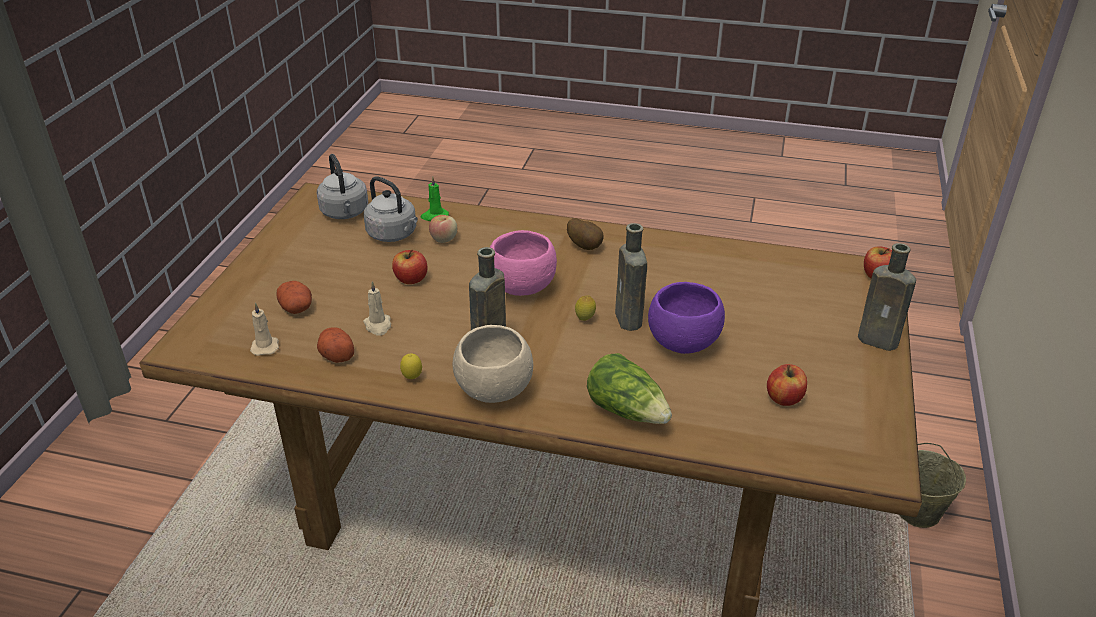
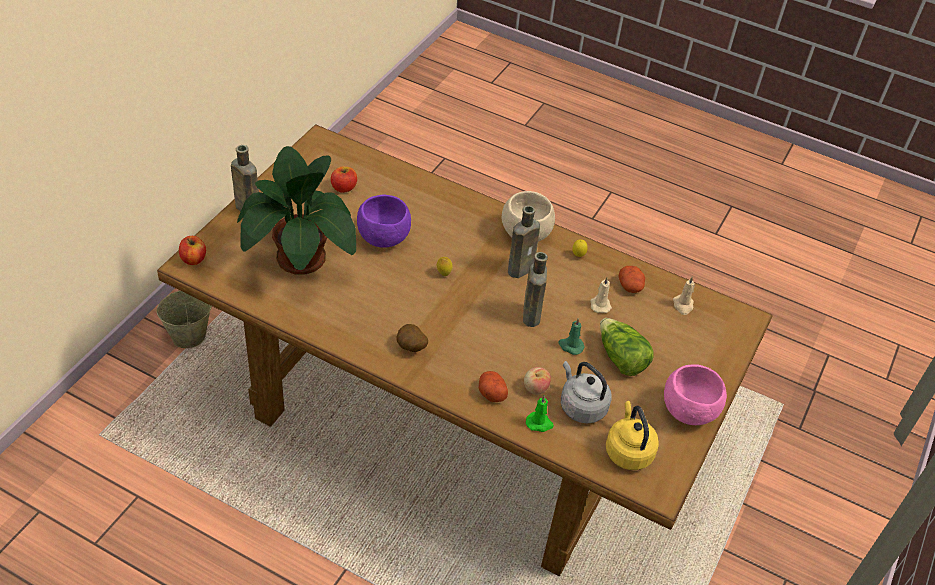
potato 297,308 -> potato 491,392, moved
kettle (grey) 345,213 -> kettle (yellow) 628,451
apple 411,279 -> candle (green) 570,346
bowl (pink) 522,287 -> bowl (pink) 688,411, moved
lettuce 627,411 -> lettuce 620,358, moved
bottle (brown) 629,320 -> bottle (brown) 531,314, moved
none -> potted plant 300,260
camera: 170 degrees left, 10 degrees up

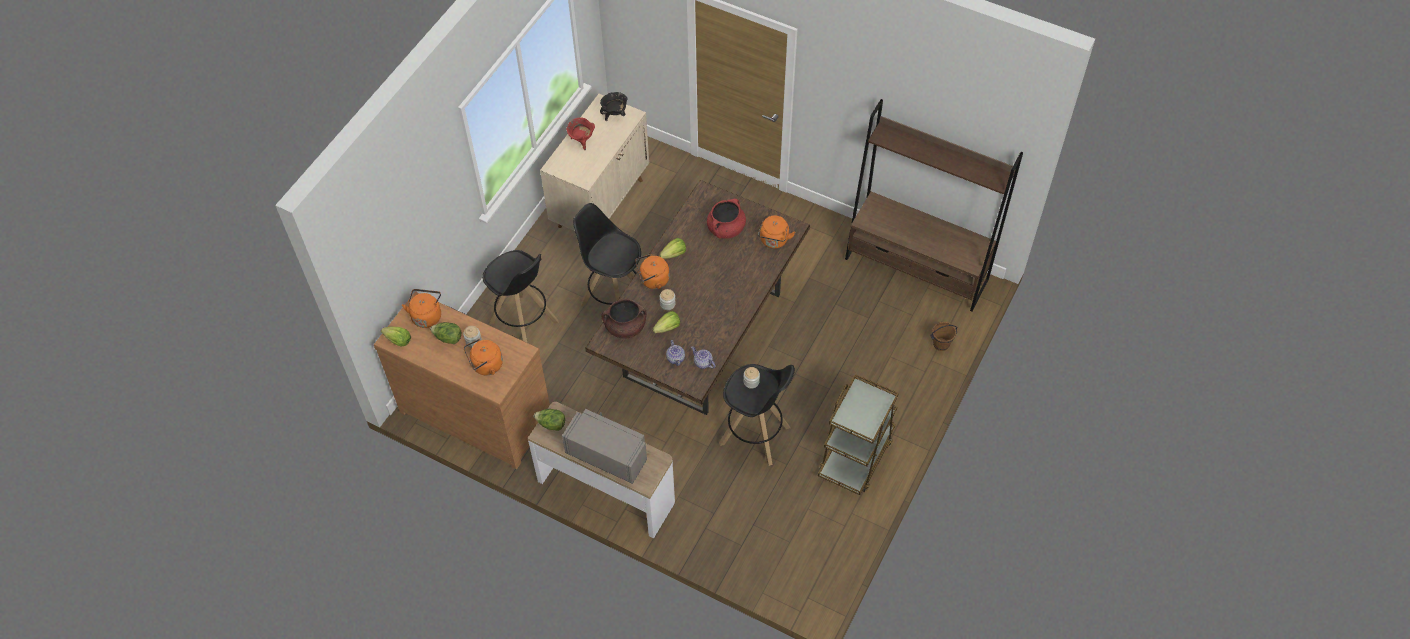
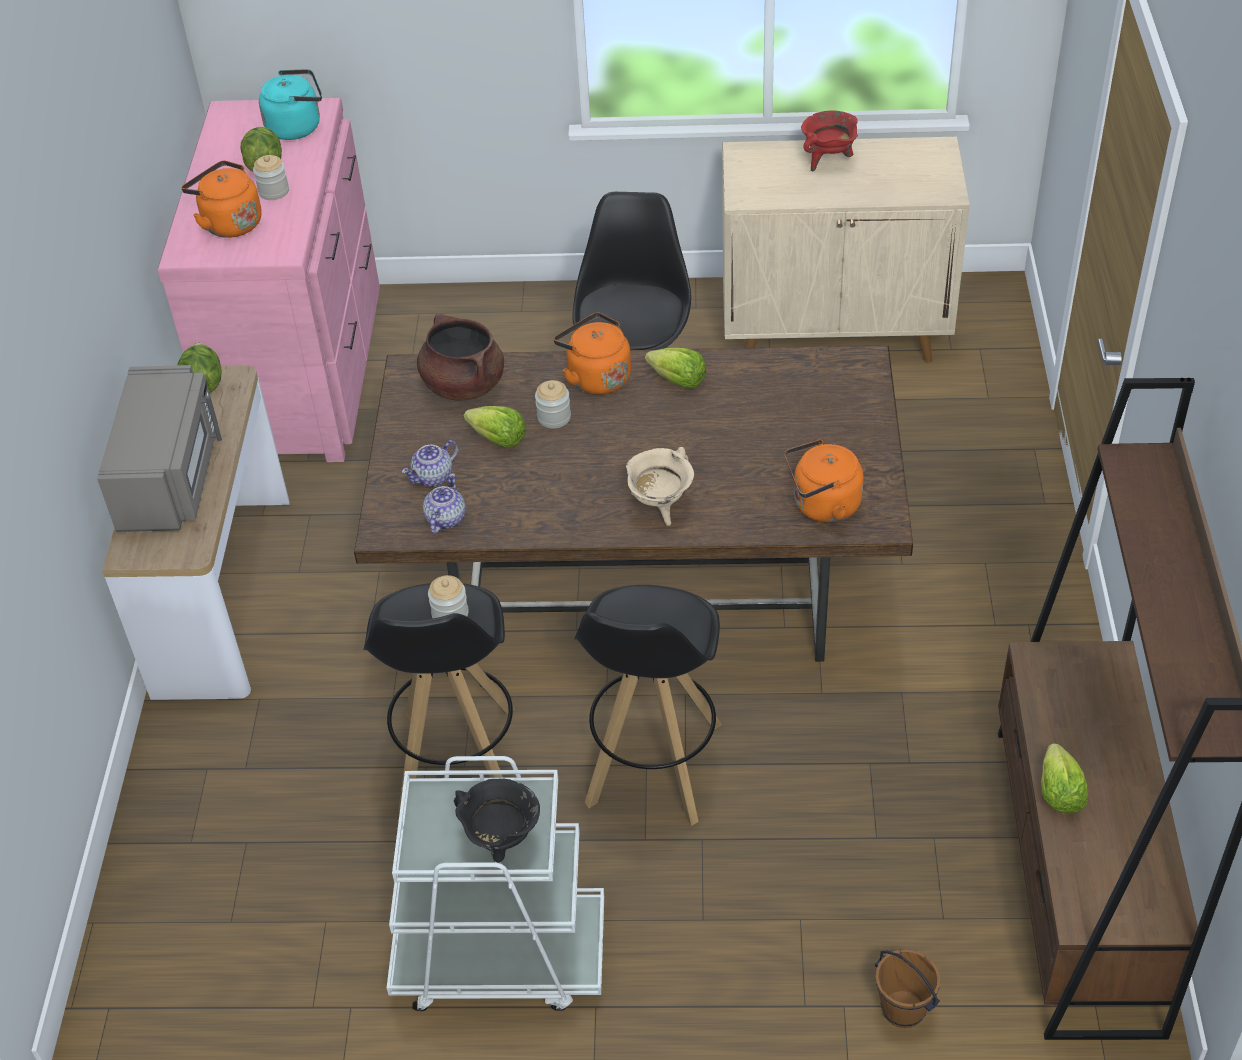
dresser (brown) 477,412 -> dresser (pink) 304,372
lettuce 398,340 -> lettuce 1059,793, moved
kettle (orange) 427,315 -> kettle (turquoise) 297,127
stool (black) 524,323 -> stool (black) 653,765, moved
cooking pot (black) 615,115 -> cooking pot (black) 501,842, moved
cooking pot (red) 726,229 -> none
cart (brown) 855,456 -> cart (white) 499,957
none -> cooking pot (beige) 660,506
camera: 65 degrees right, 10 degrees down

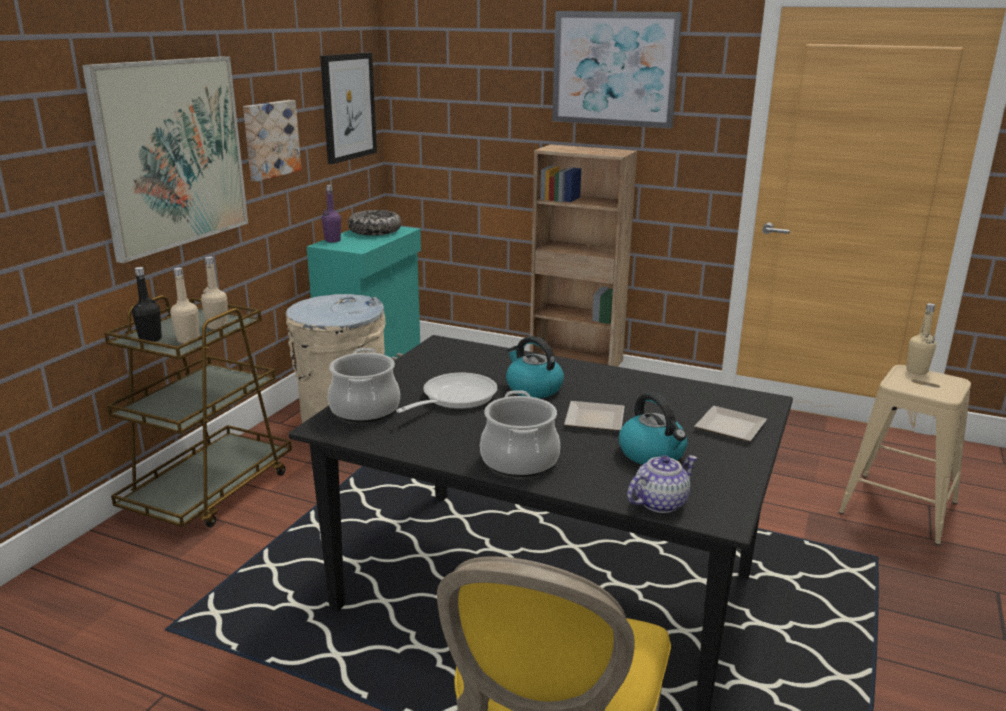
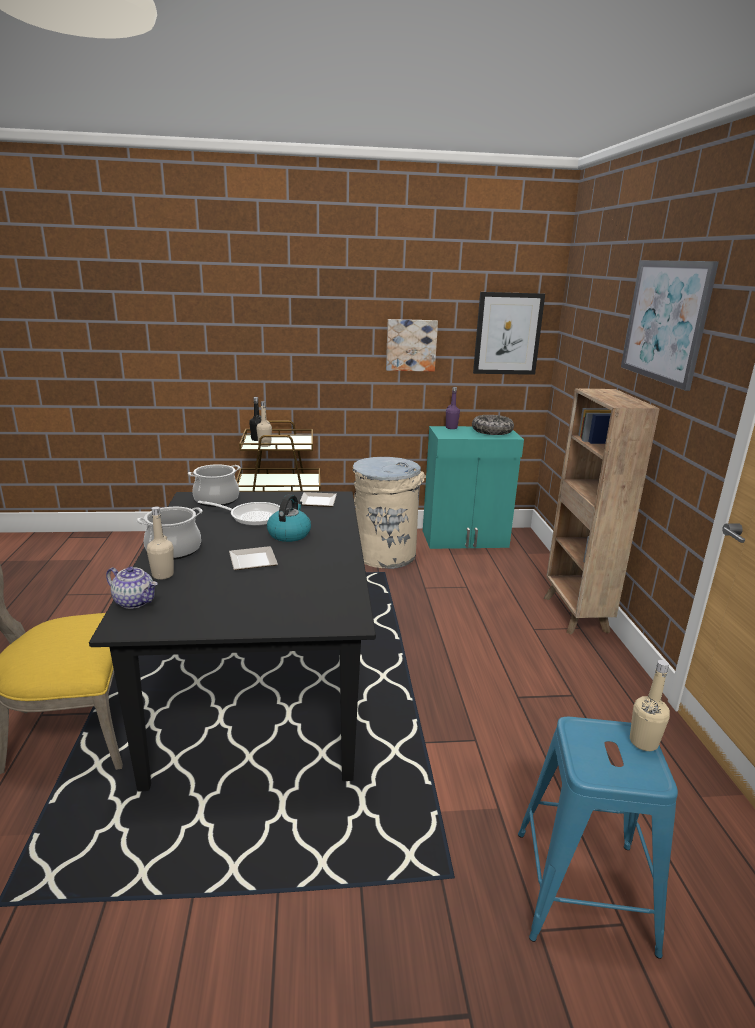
picture 172,154 -> none
bottle (beige) 217,326 -> bottle (beige) 163,575, moved
kettle 653,454 -> none
plate 727,427 -> plate 317,501, moved
stool (beige) 899,507 -> stool (blue) 584,890
camera: 60 degrees right, 0 degrees up

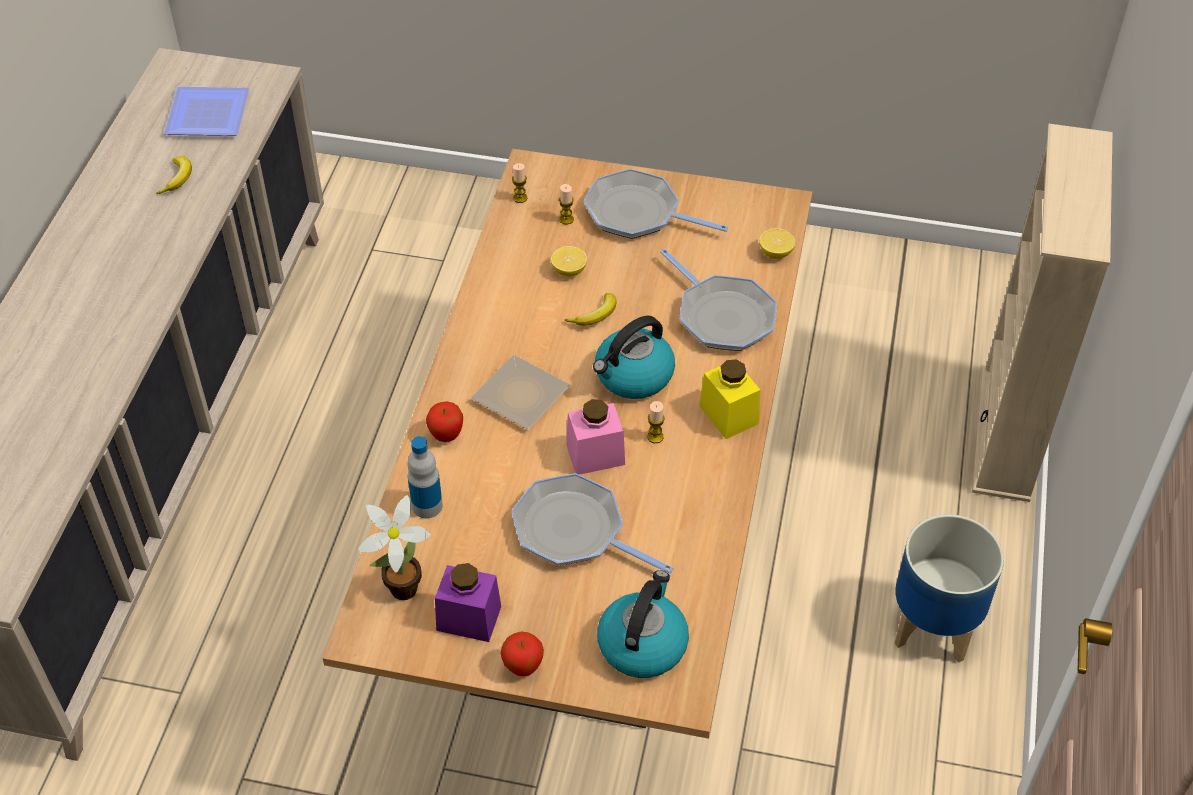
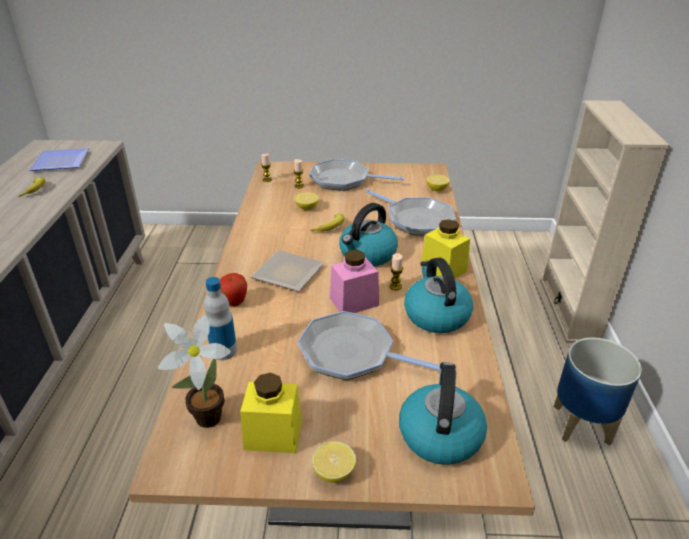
jar (purple) 469,618 -> jar (yellow) 273,434
apple 523,667 -> lemon 334,472
none -> kettle 435,315
camera: 10 degrees left, 15 degrees down

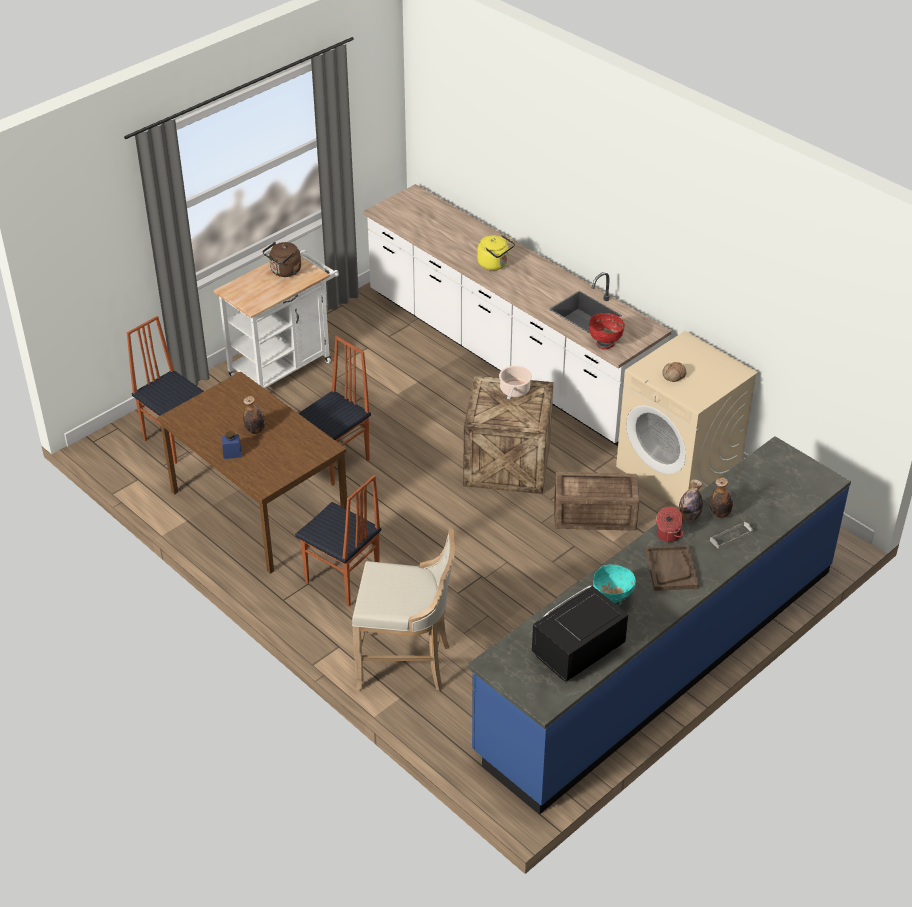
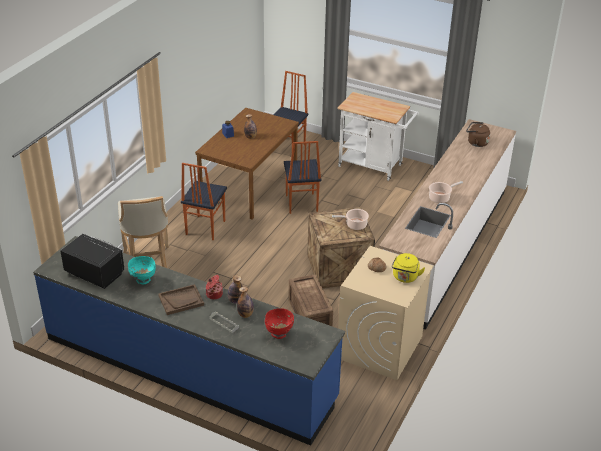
kettle (brown) 284,272 -> kettle (brown) 476,143, moved
chair 336,462 -> chair 301,203, 60 degrees clockwise
kettle (yellow) 495,264 -> kettle (yellow) 405,278, moved
bowl (red) 605,344 -> bowl (red) 279,334, moved
none -> cooking pot 440,198
camera: 70 degrees right, 5 degrees down

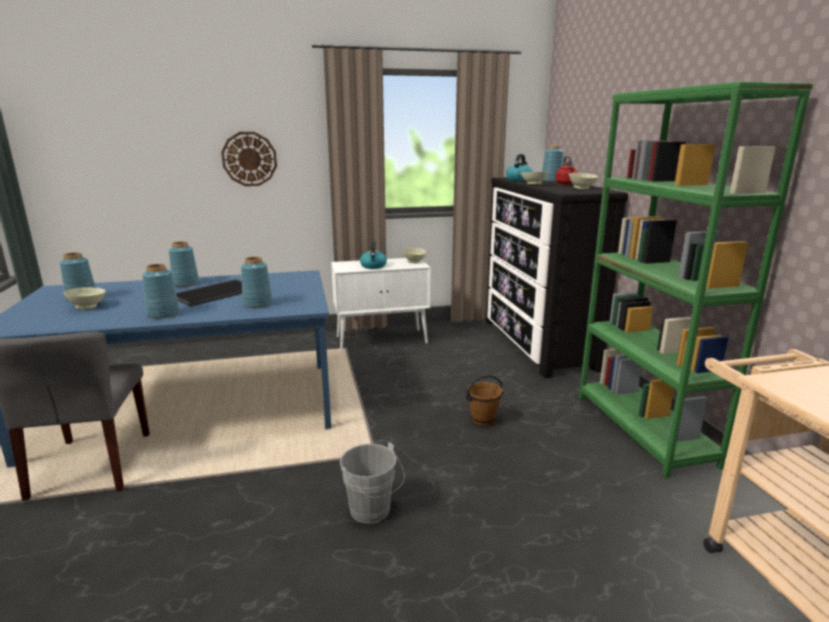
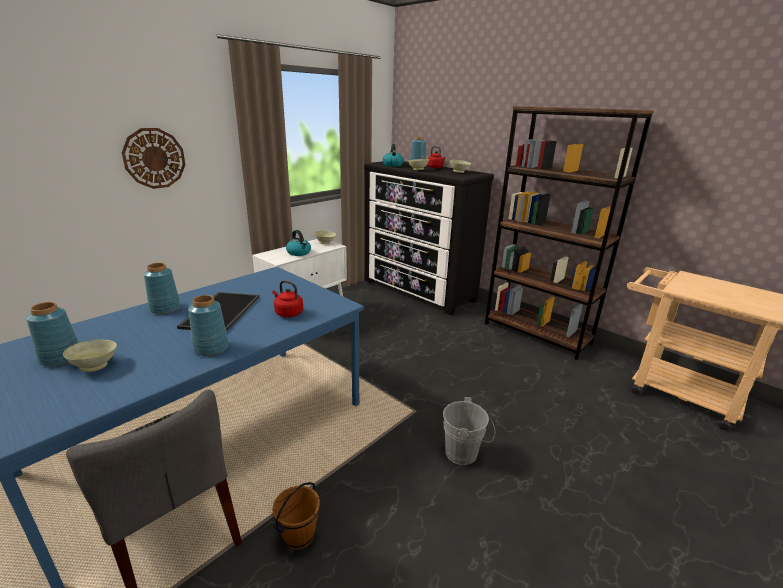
vase (blue) 257,304 -> kettle (red) 288,313
bucket (brown) 483,420 -> bucket (brown) 298,535, moved
bookcase (green) 643,429 -> bookcase (brown) 537,333
camera: 35 degrees left, 5 degrees up

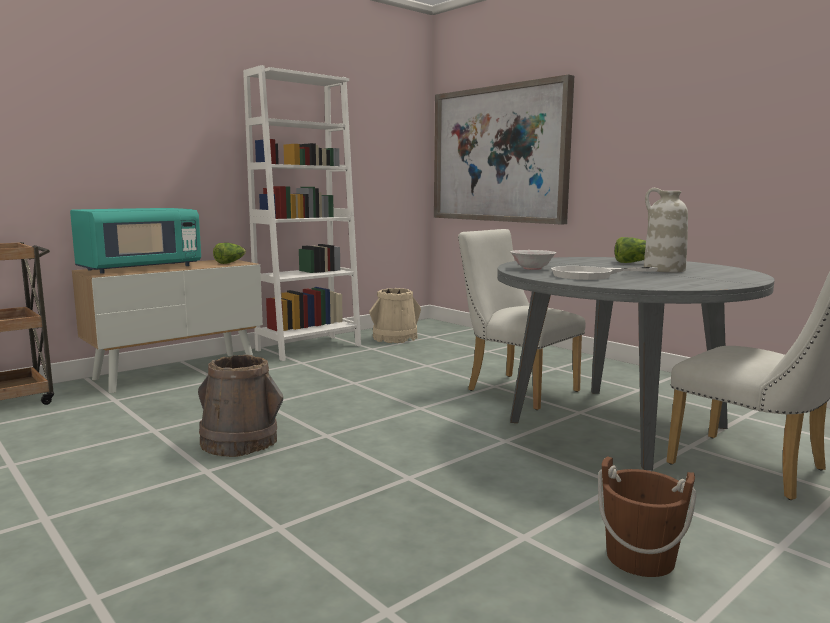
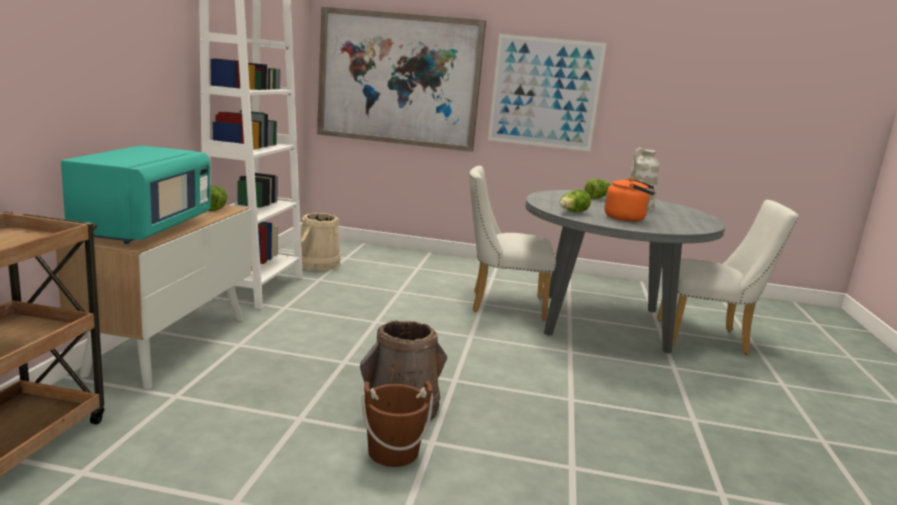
bowl (white) 532,268 -> lettuce 572,212
frying pan (white) 592,275 -> kettle (orange) 627,218
bucket (brown) 640,558 -> bucket (brown) 393,452, moved
none -> picture 545,93
camera: 40 degrees left, 5 degrees up

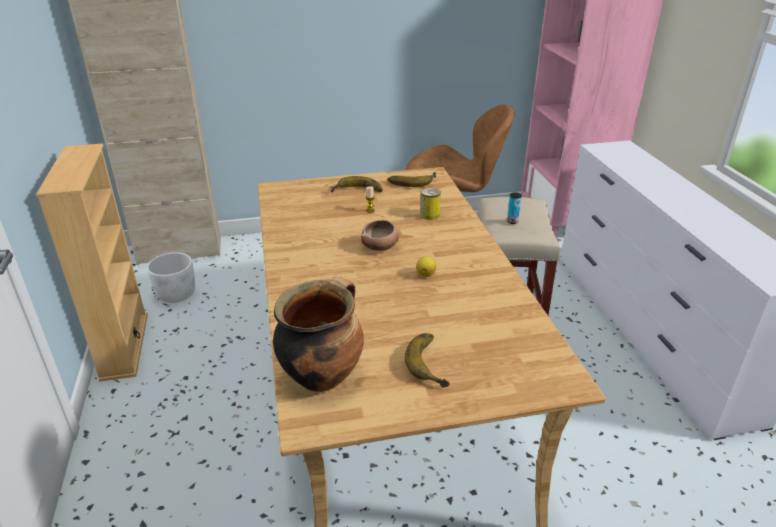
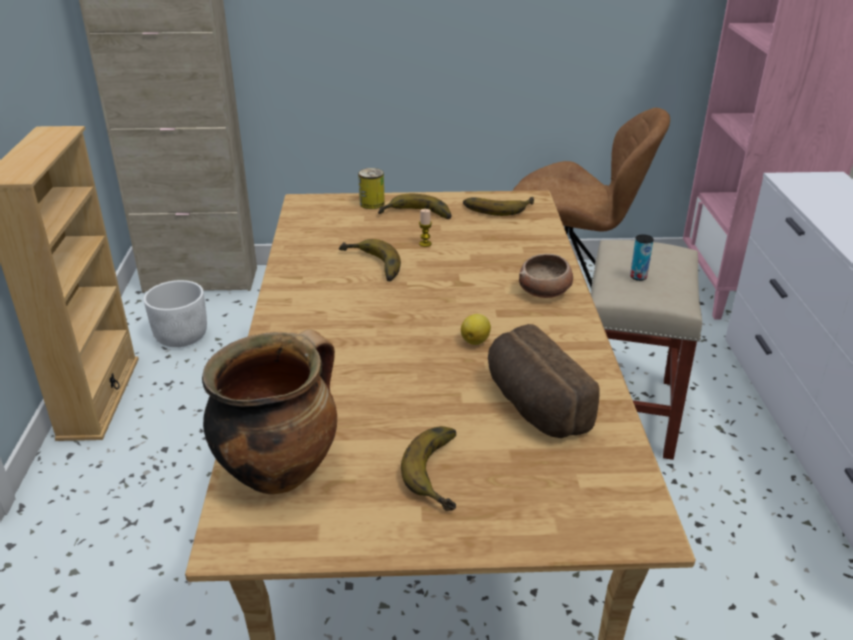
bowl 380,246 -> bowl 545,292, moved
can 429,215 -> can 372,203, moved
none -> banana 369,266
none -> bread 533,406
camera: 10 degrees right, 0 degrees up

